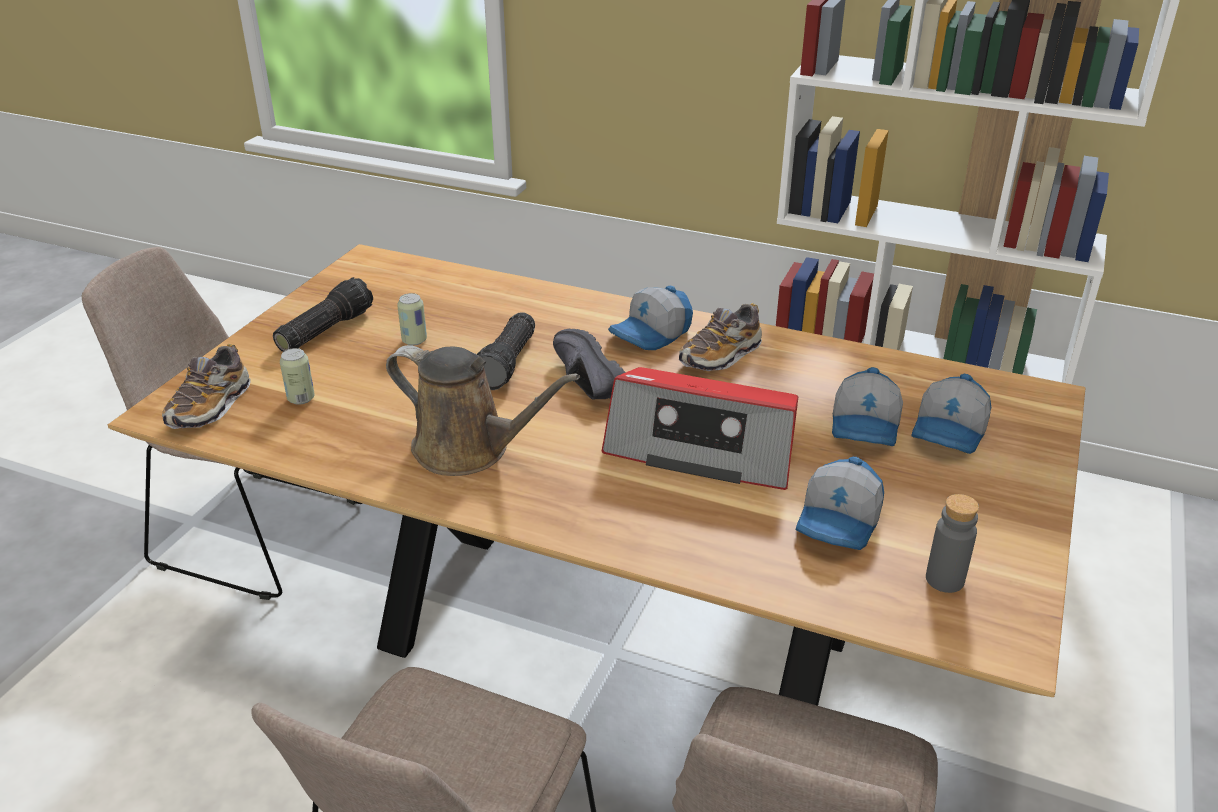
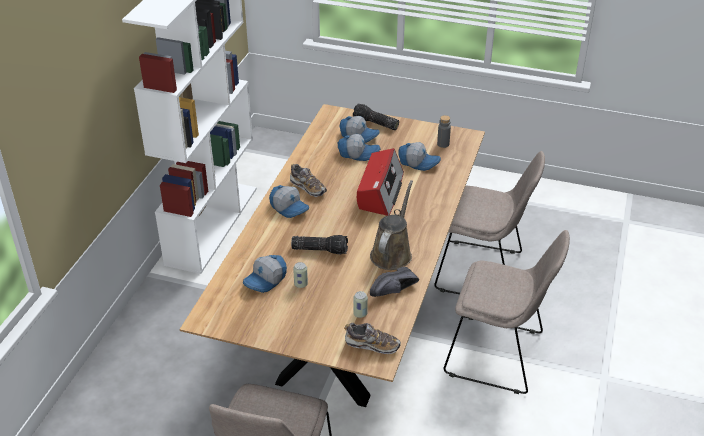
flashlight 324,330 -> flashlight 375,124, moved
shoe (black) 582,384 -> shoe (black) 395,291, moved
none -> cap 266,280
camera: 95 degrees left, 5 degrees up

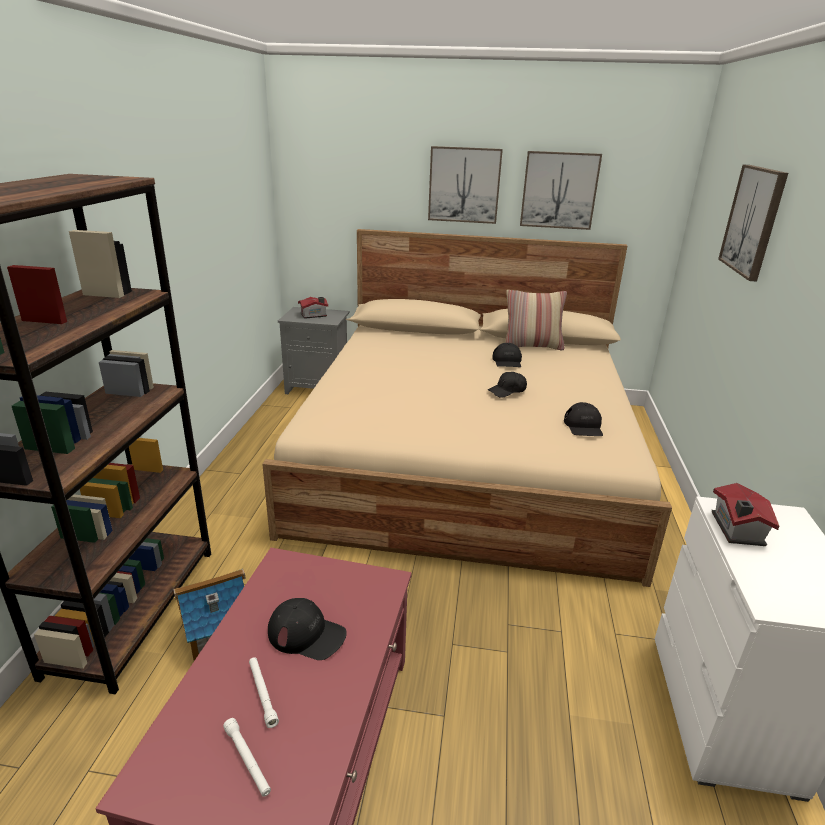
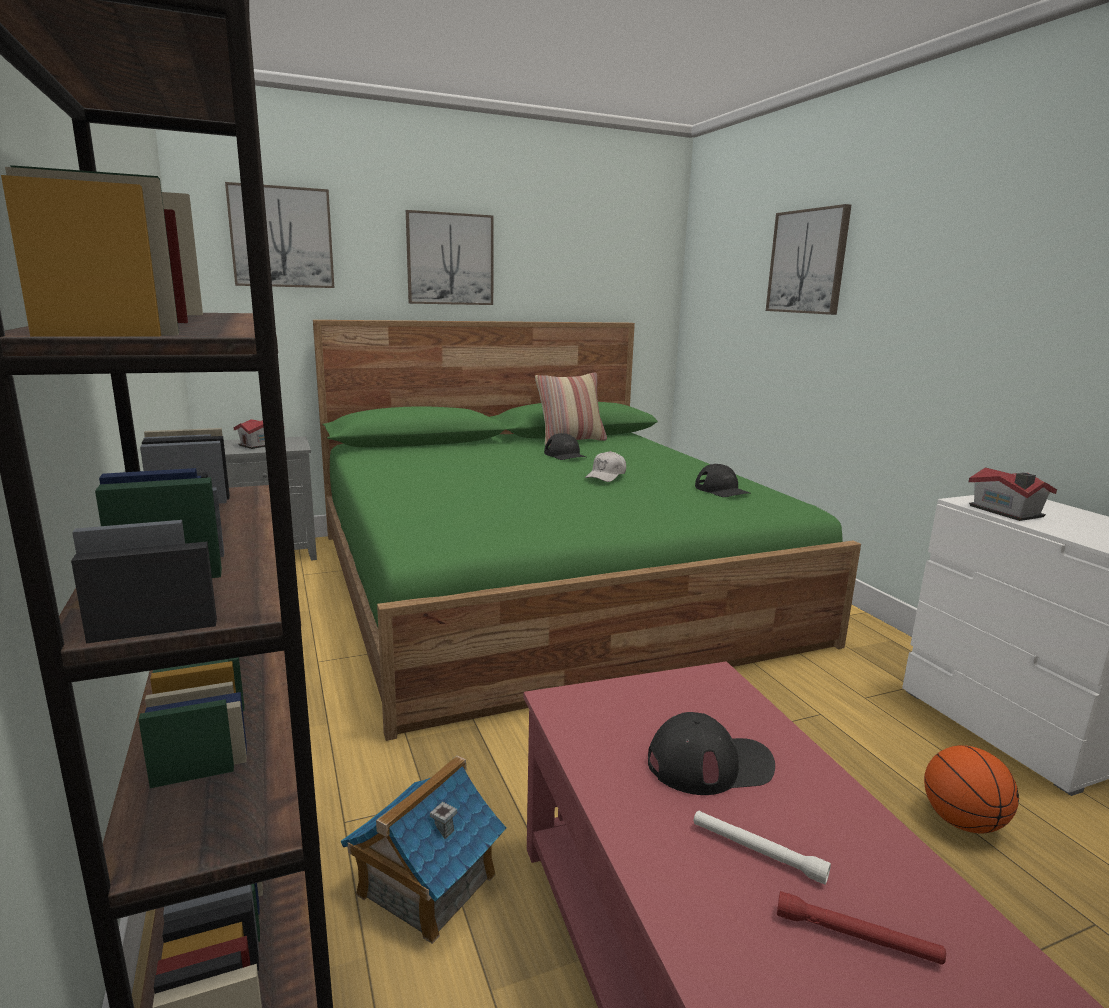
flashlight (white) 247,760 -> flashlight (red) 856,937
bed (beige) 467,457 -> bed (green) 545,583
cap (black) 507,391 -> cap (white) 606,476
picture 559,190 -> picture 281,237, moved
none -> basketball 961,821
camera: 30 degrees left, 10 degrees down

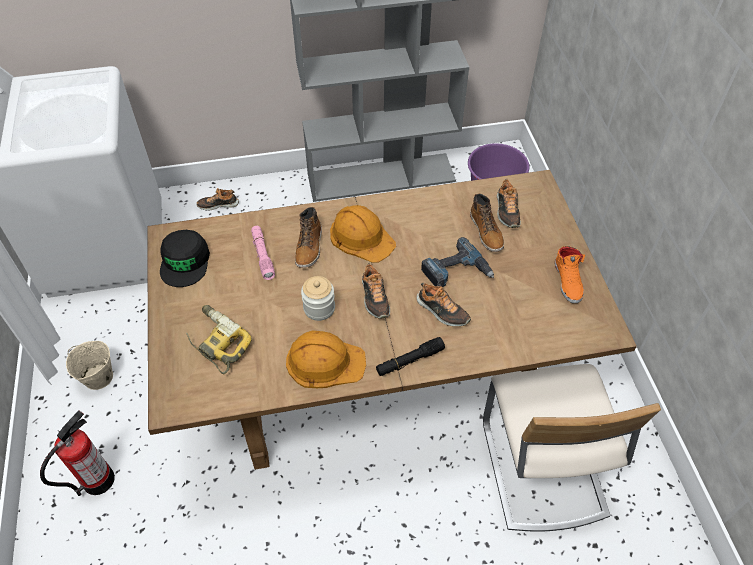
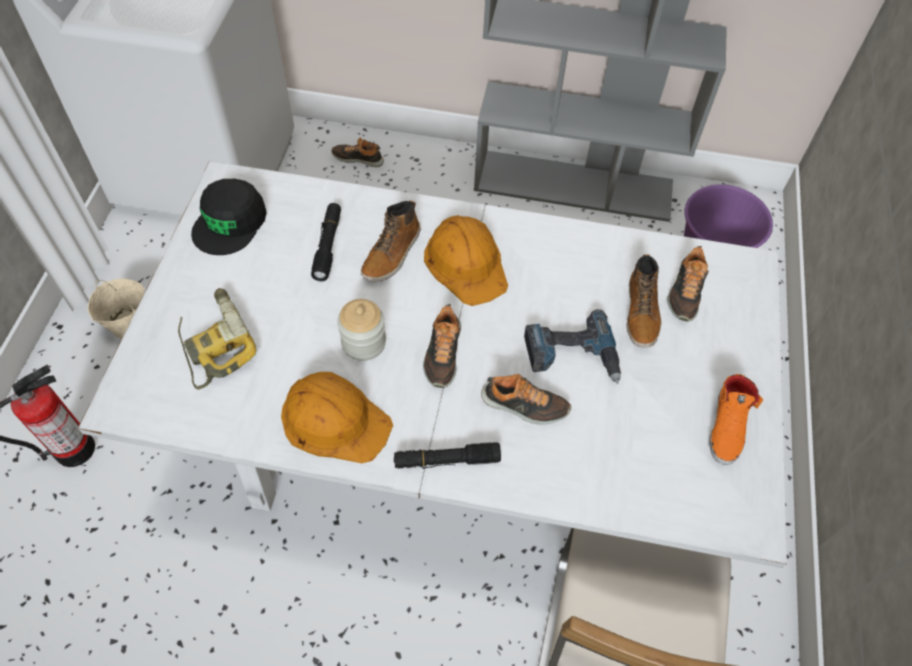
dining table (brown) 378,375 -> dining table (white) 454,444
flashlight (pink) 263,255 -> flashlight (black) 328,246
shoe 442,311 -> shoe 524,405, 45 degrees counterclockwise
camera: 20 degrees right, 5 degrees up

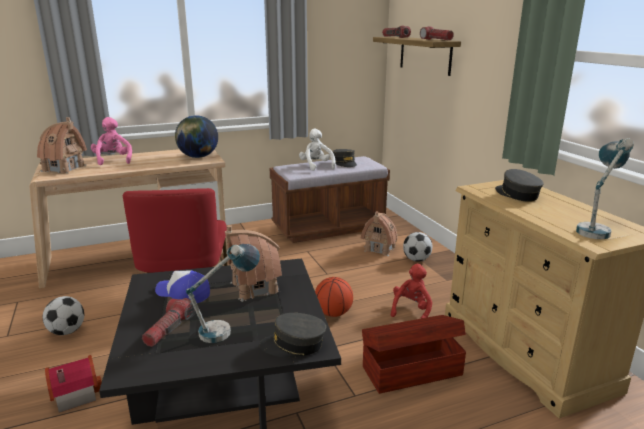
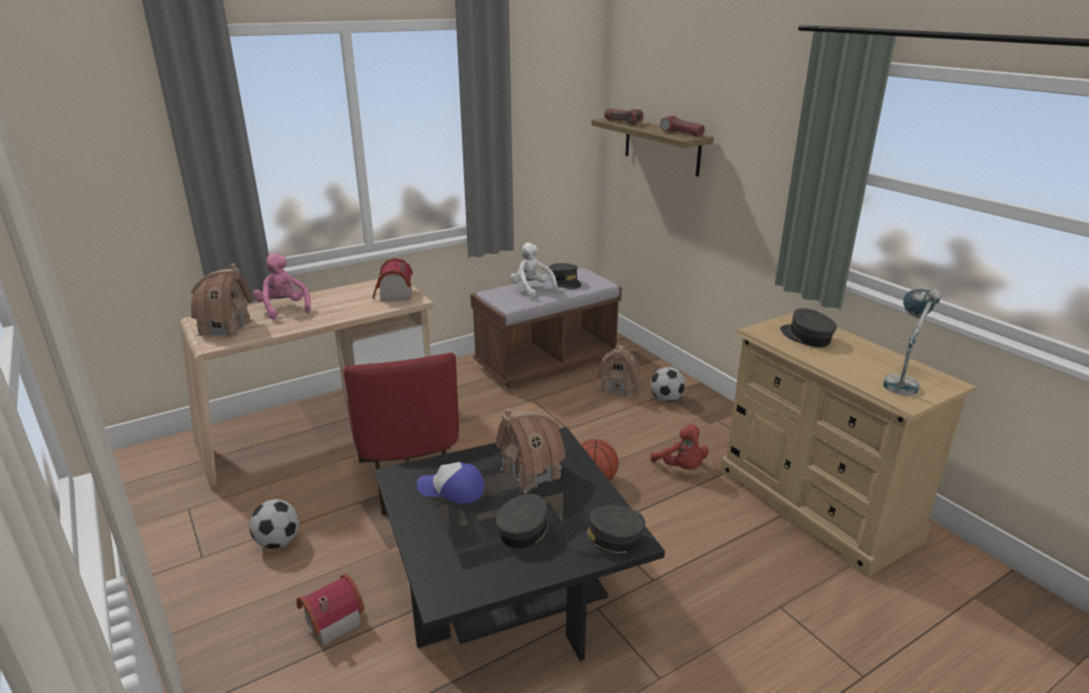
flashlight 169,329 -> none
globe 198,157 -> toy house 393,295
table lamp 227,328 -> cap (grey) 526,529
storage box (brown) 410,370 -> none
plush toy (red) 411,310 -> plush toy (red) 681,468, 135 degrees clockwise
camera: 10 degrees left, 5 degrees up

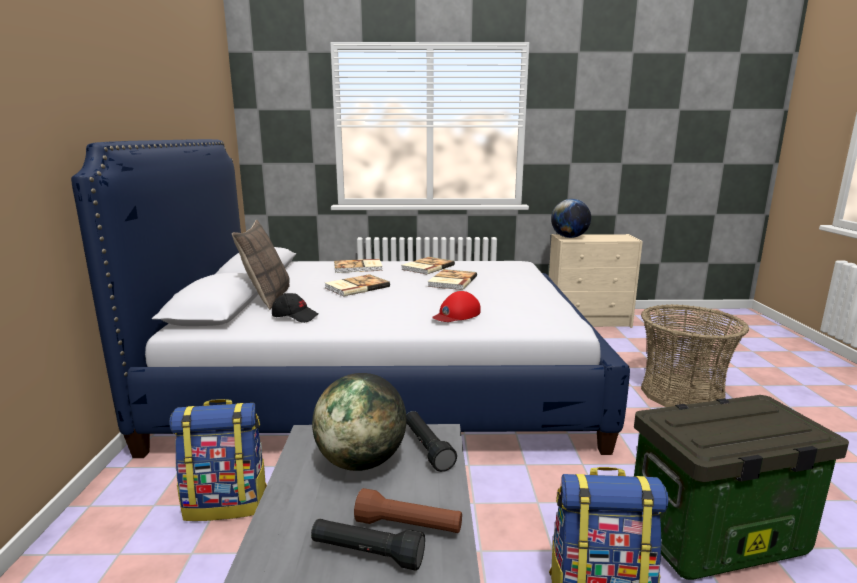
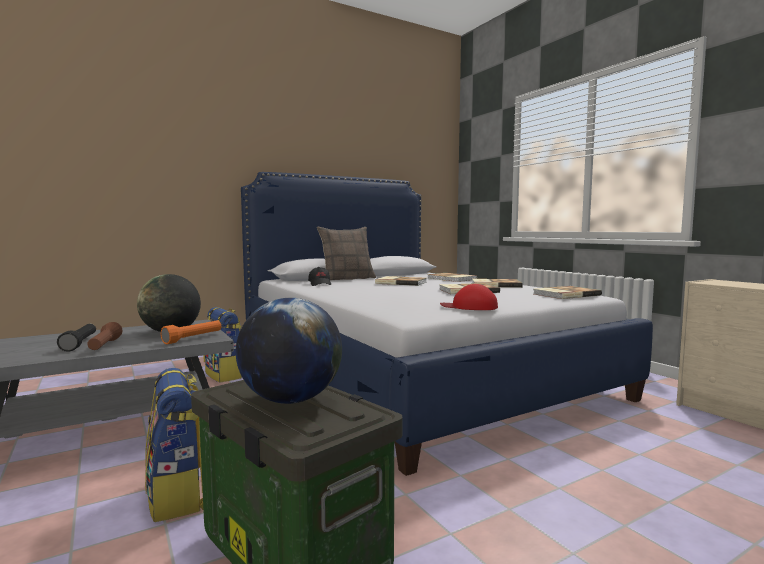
flashlight (black) 427,448 -> flashlight (orange) 193,338
cap (red) 456,314 -> cap (red) 469,307, moved
globe 569,237 -> globe 291,400, moved
basket 682,393 -> none
none -> book 565,294
camera: 60 degrees right, 10 degrees down

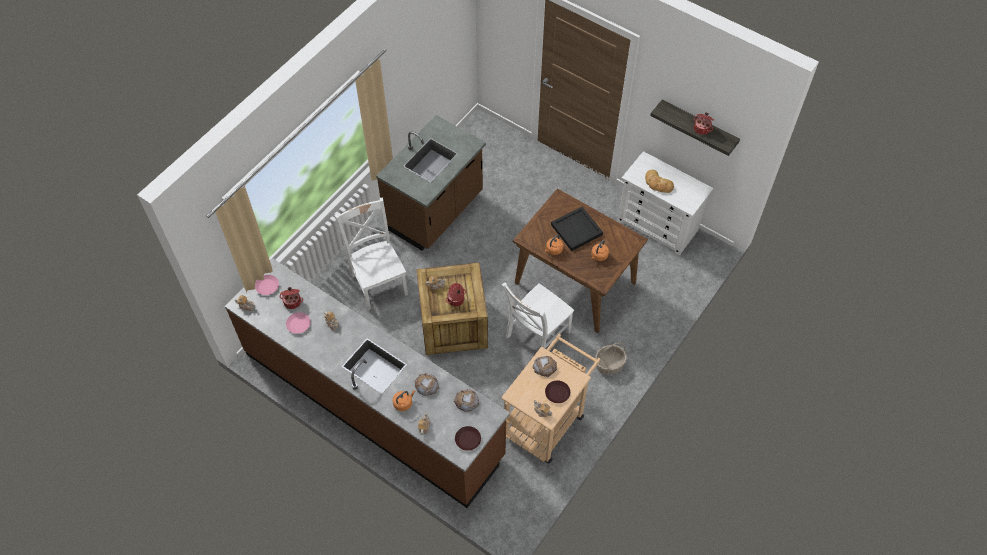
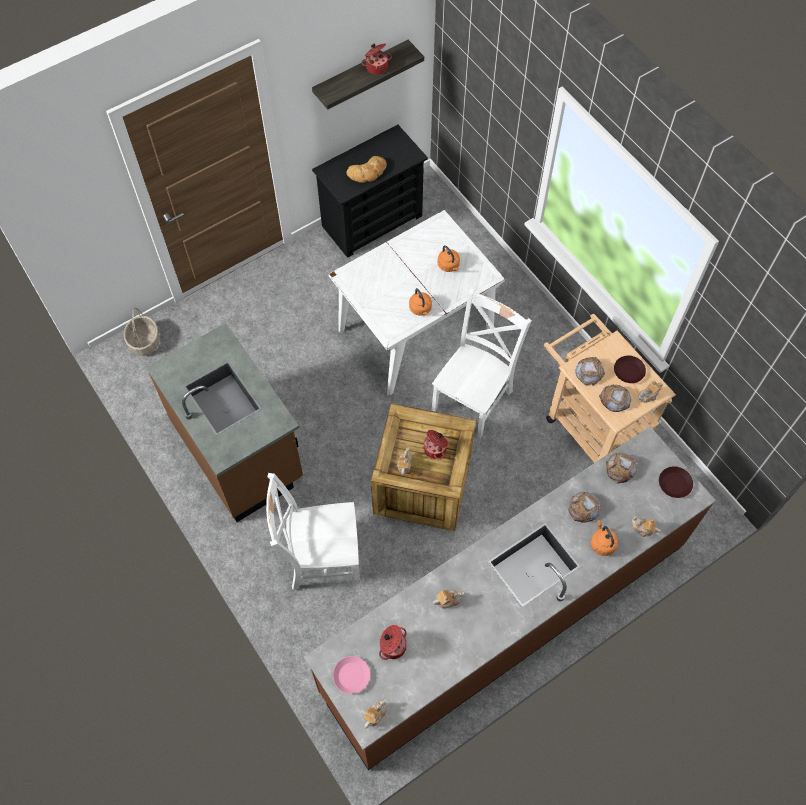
plate (pink) 298,324 -> none
chair (white) 536,336 -> chair (white) 474,398, 120 degrees counterclockwise
dining table (brown) 574,282 -> dining table (white) 415,332
tray (black) 577,230 -> none
basket 609,365 -> basket 145,342, moved
dresser (white) 658,225 -> dresser (black) 372,221
none -> bread 614,399
camera: 70 degrees left, 5 degrees up

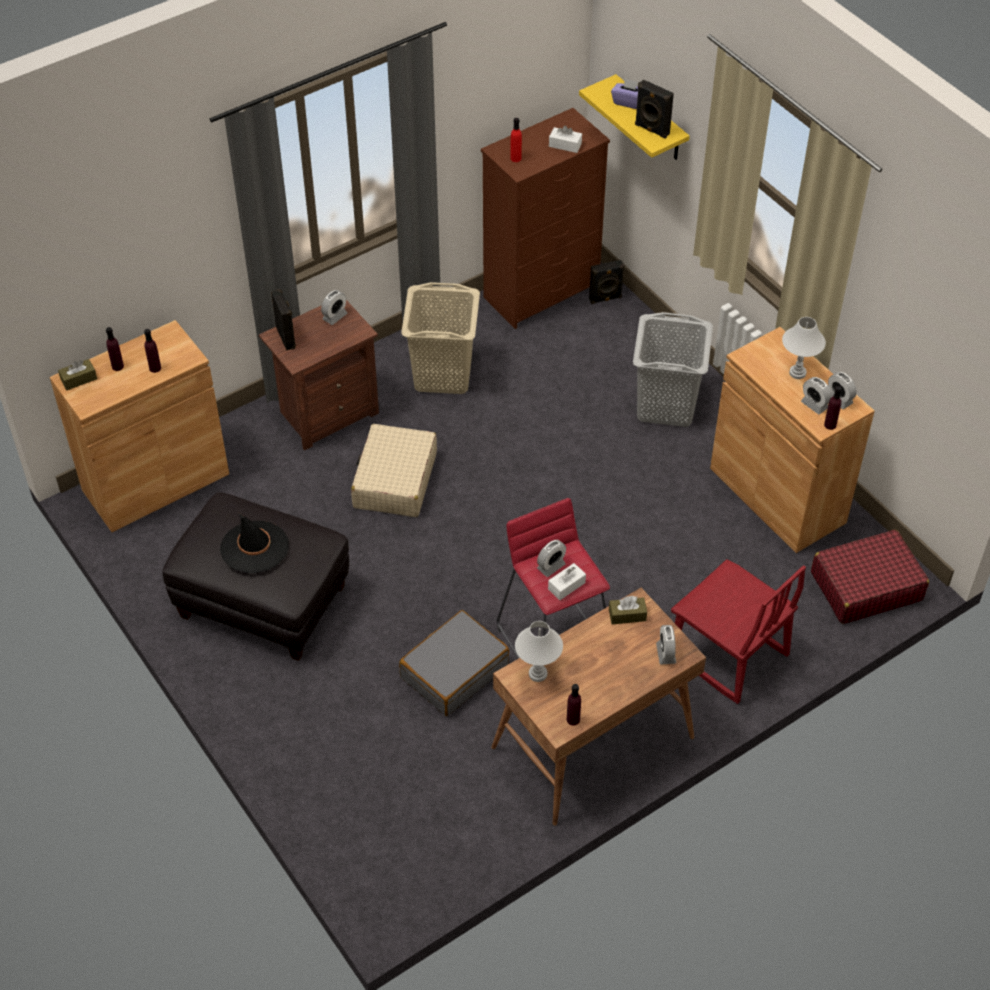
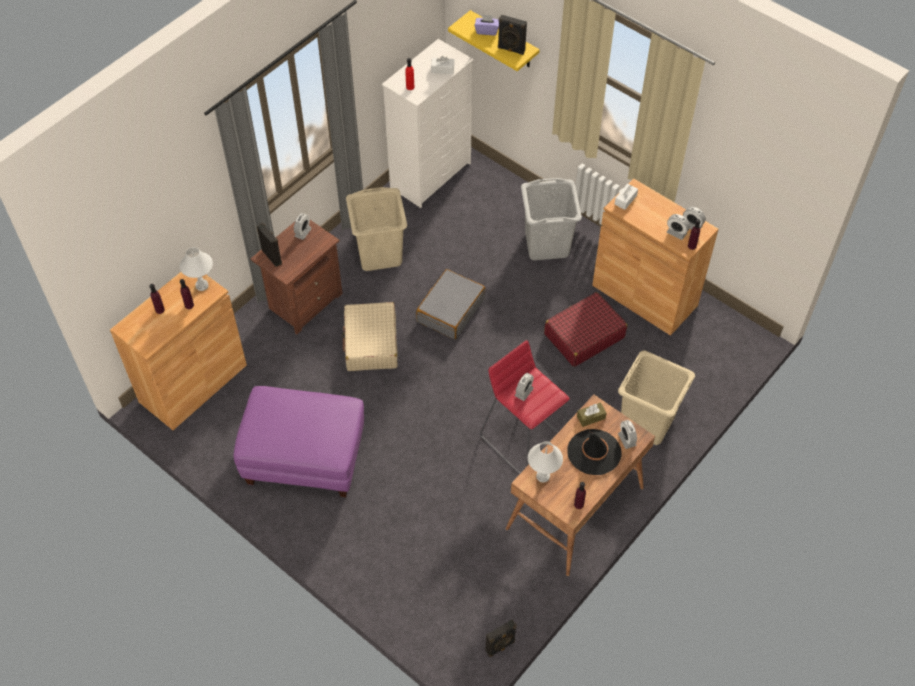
tissue box (brown) 79,379 -> none
ottoman (black) 262,601 -> ottoman (purple) 304,458
hat (black) 254,547 -> hat (black) 594,452, moved
suitcase (grey) 454,671 -> suitcase (grey) 450,310, moved
dresser (brown) 542,292 -> dresser (white) 431,175
tissue box (white) 566,586 -> tissue box (white) 625,200, moved
speaker (black) 605,299 -> speaker (black) 500,647, moved
chair (red) 727,655 -> laundry basket (beige) 647,422
table lamp (white) 797,373 -> table lamp (white) 201,285, moved
suitcase (red) 865,586 -> suitcase (red) 584,336, moved
camera: 15 degrees left, 5 degrees up

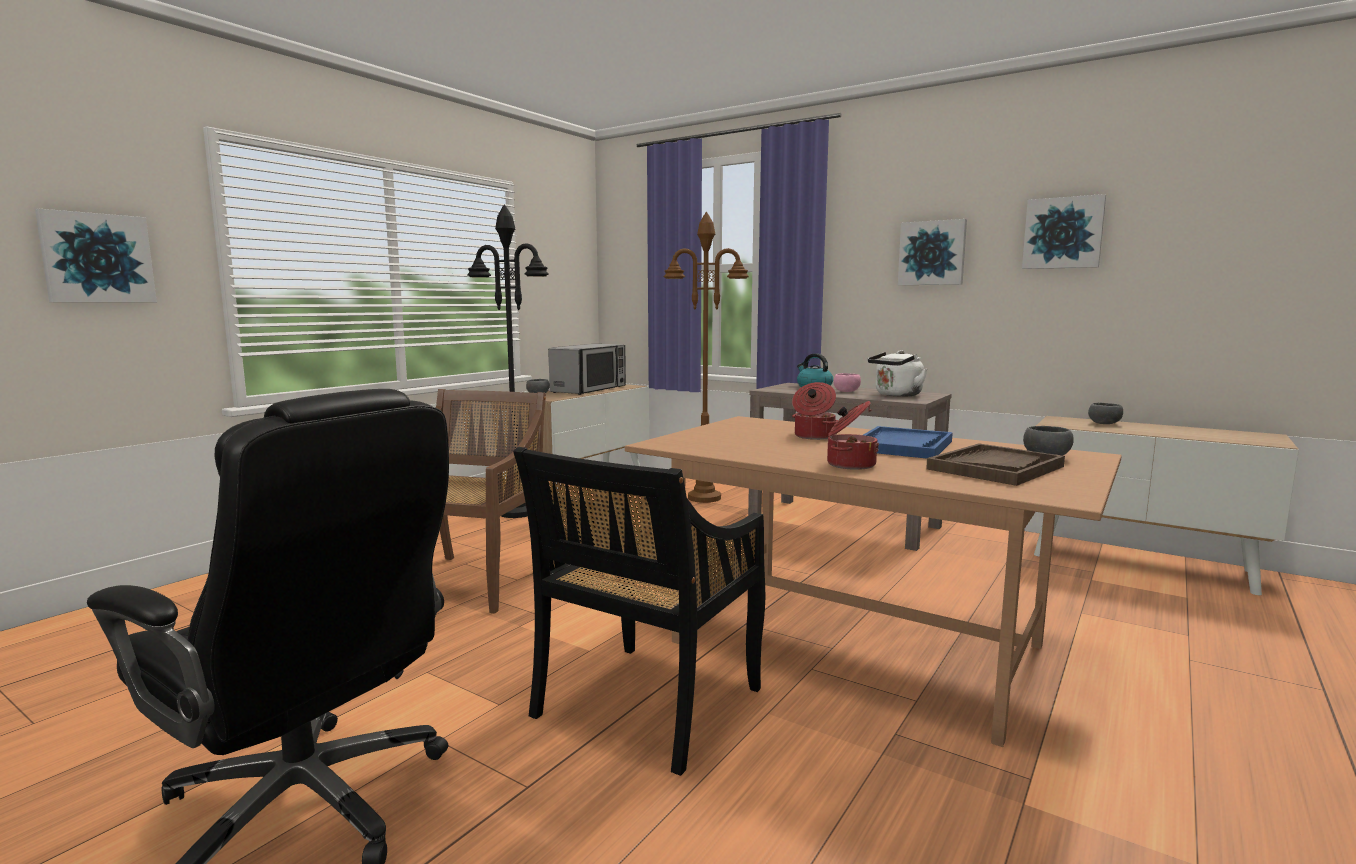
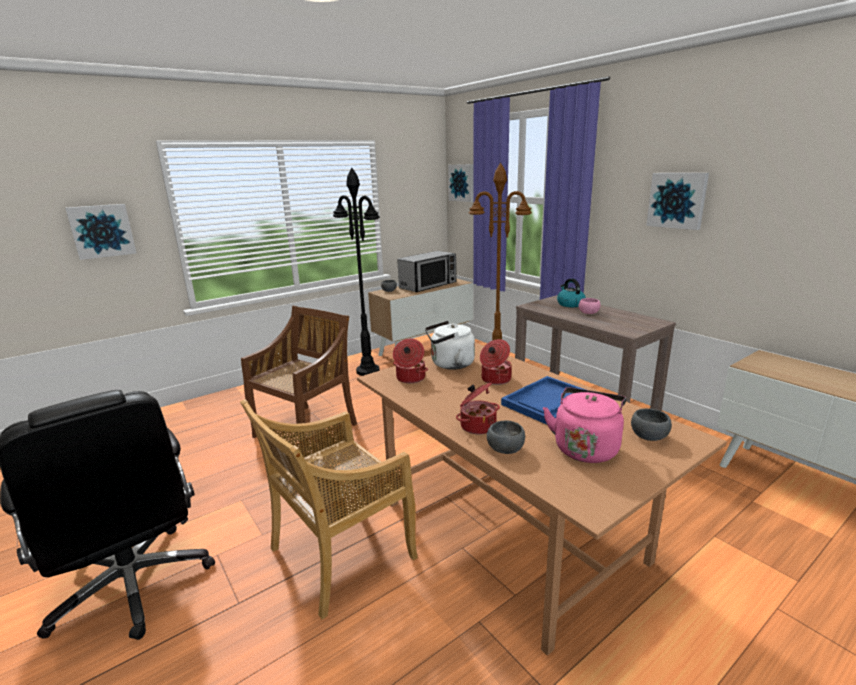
chair (black) 646,705 -> chair (beige) 340,555
kettle (white) 896,395 -> kettle (white) 450,364, moved
tray (brown) 995,468 -> kettle (pink) 585,447
picture 1063,233 -> picture 462,182, moved
bowl (grey) 1105,424 -> bowl (grey) 506,450, moved
none -> cooking pot 410,378
camera: 20 degrees right, 10 degrees up

